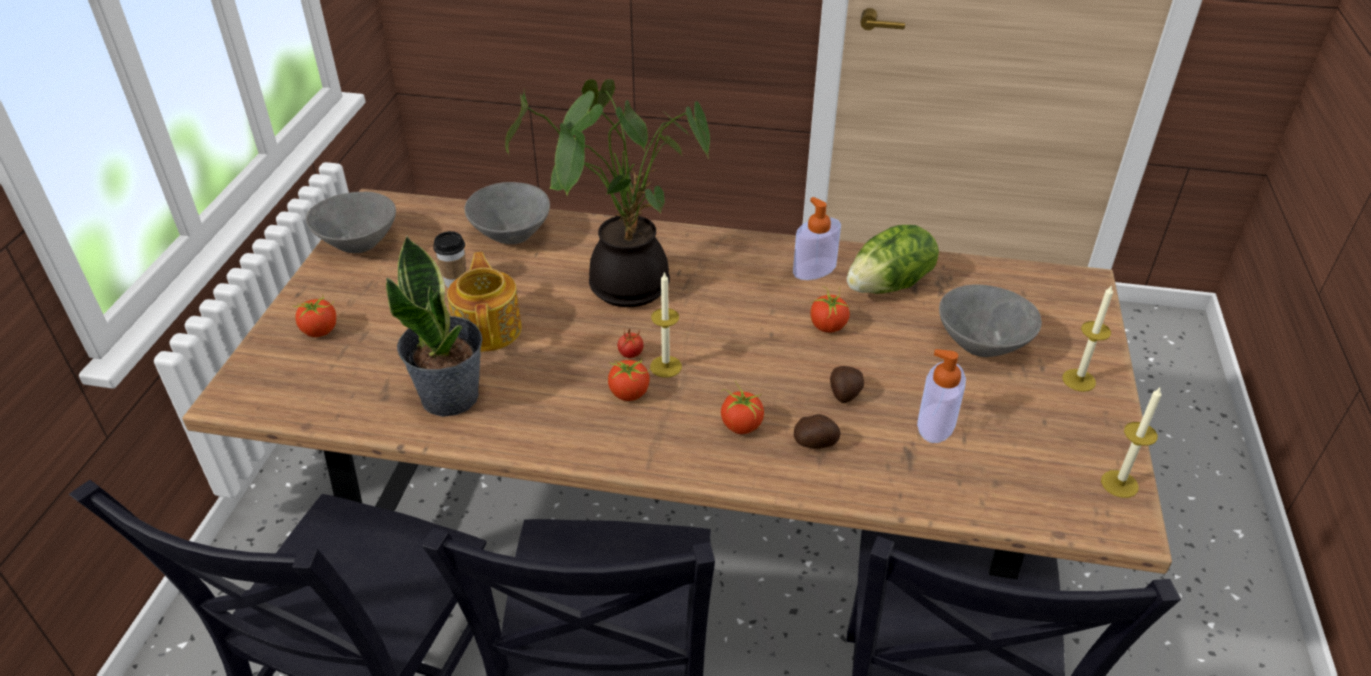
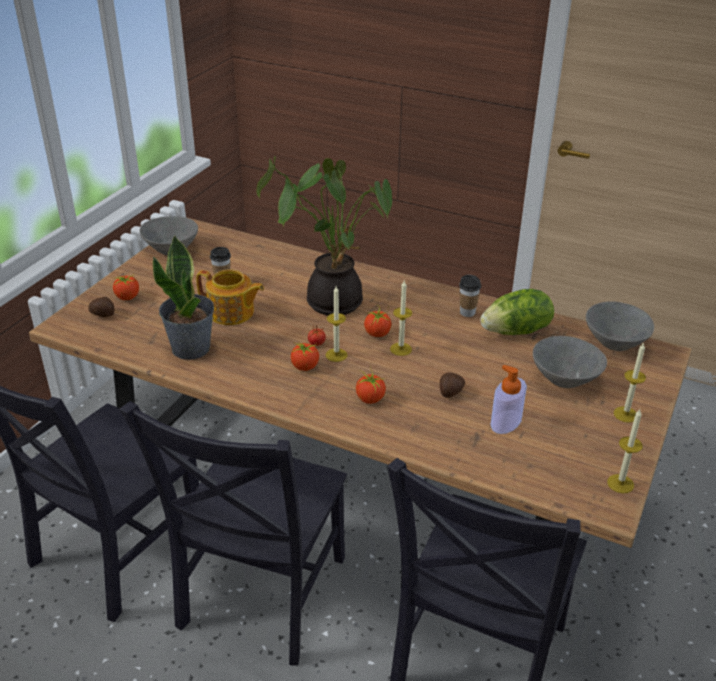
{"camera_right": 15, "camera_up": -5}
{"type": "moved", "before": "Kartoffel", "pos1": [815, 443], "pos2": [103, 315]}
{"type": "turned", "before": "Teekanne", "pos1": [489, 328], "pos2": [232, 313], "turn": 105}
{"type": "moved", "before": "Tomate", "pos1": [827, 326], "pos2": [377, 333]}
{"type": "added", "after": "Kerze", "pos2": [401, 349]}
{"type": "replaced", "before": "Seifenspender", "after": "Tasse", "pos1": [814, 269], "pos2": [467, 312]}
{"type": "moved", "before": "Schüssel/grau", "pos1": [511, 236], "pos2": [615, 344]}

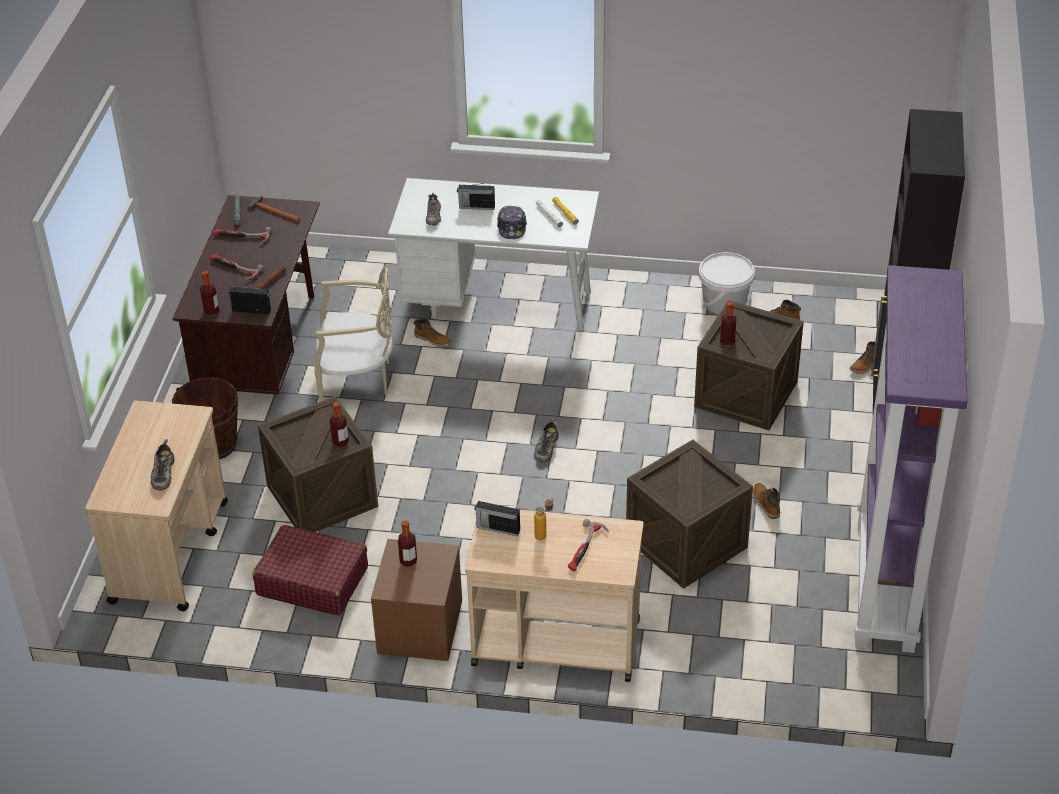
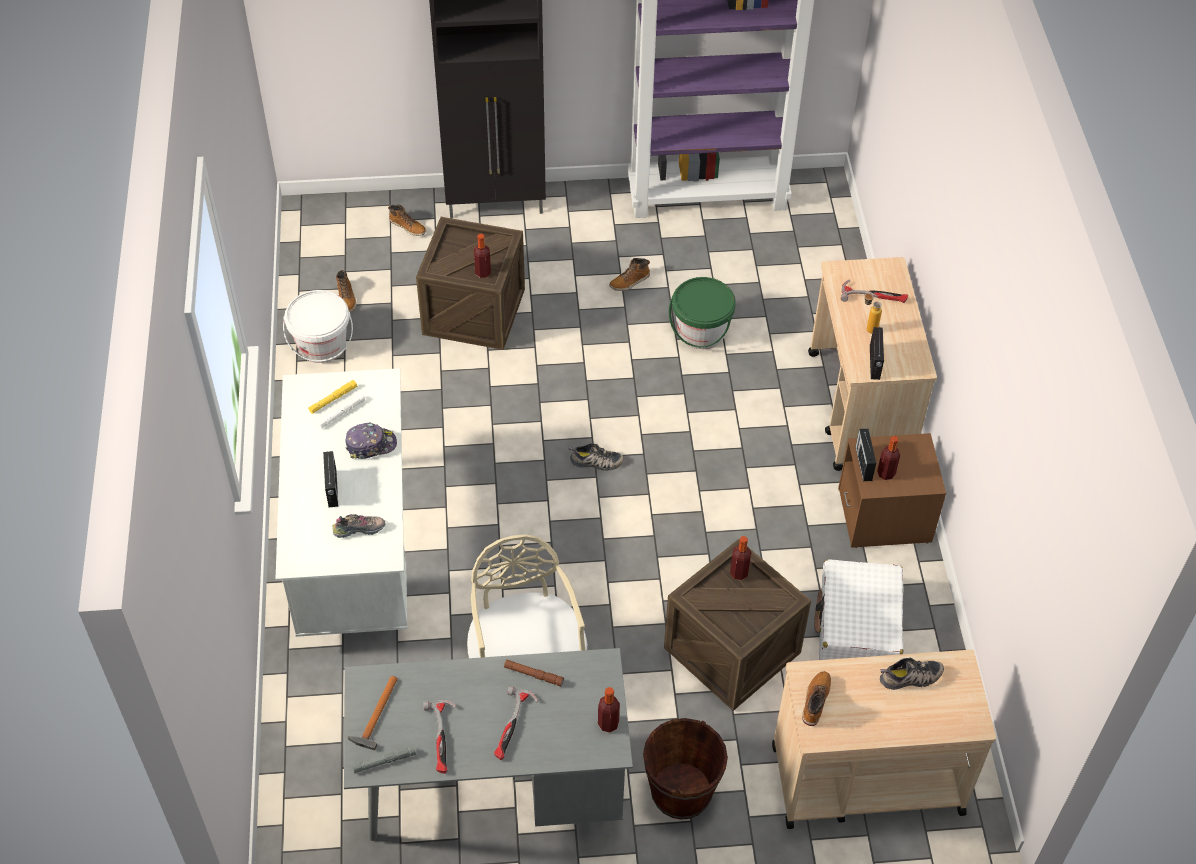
{"camera_right": -105, "camera_up": 10}
{"type": "recoloured", "before": "Schreibtisch/braun", "after": "Schreibtisch/grau", "pos1": [261, 349], "pos2": [491, 792]}
{"type": "replaced", "before": "Kiste", "after": "Eimer/grün", "pos1": [686, 543], "pos2": [701, 332]}
{"type": "moved", "before": "Stiefel", "pos1": [433, 340], "pos2": [815, 700]}
{"type": "recoloured", "before": "Koffer/rot", "after": "Koffer/weiß", "pos1": [312, 581], "pos2": [858, 625]}
{"type": "moved", "before": "Radio", "pos1": [252, 310], "pos2": [863, 463]}

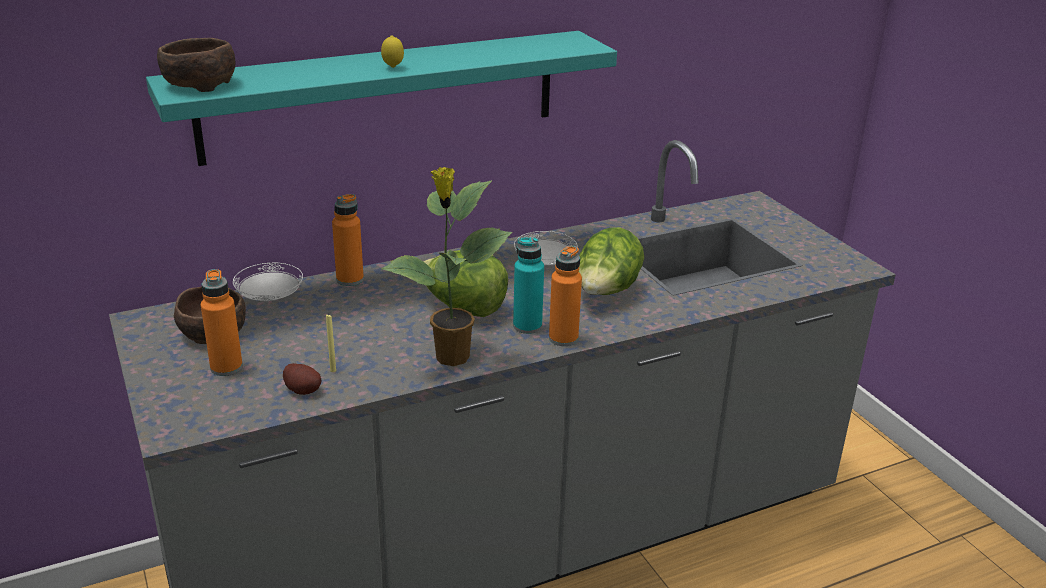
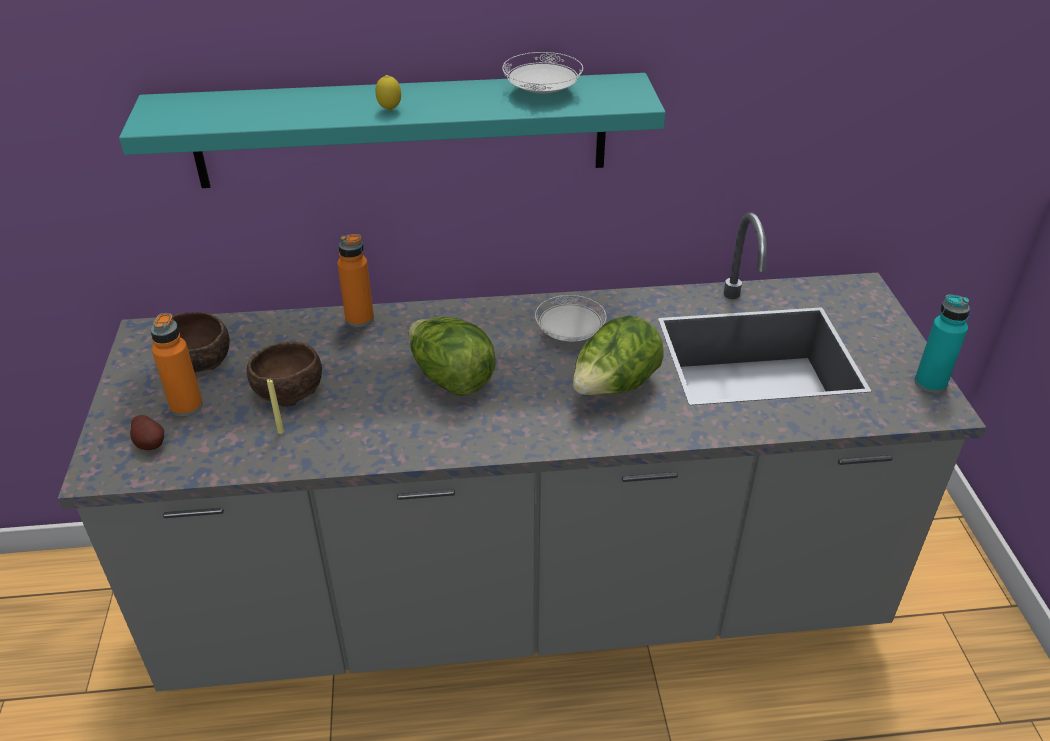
{"camera_right": 20, "camera_up": 10}
{"type": "moved", "before": "Kartoffel", "pos1": [303, 390], "pos2": [150, 443]}
{"type": "moved", "before": "Schüssel/braun", "pos1": [198, 84], "pos2": [287, 389]}
{"type": "moved", "before": "Teller/weiß", "pos1": [270, 298], "pos2": [542, 93]}
{"type": "moved", "before": "Flasche/türkis", "pos1": [527, 326], "pos2": [930, 383]}
{"type": "removed", "before": "Topfpflanze", "pos1": [451, 358]}
{"type": "removed", "before": "Flasche/orange", "pos1": [563, 338]}

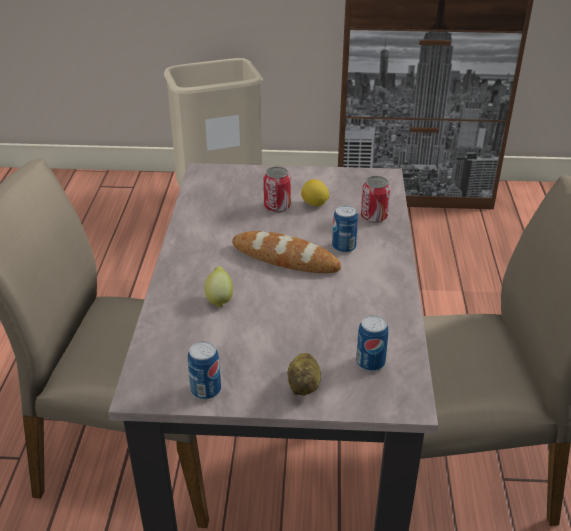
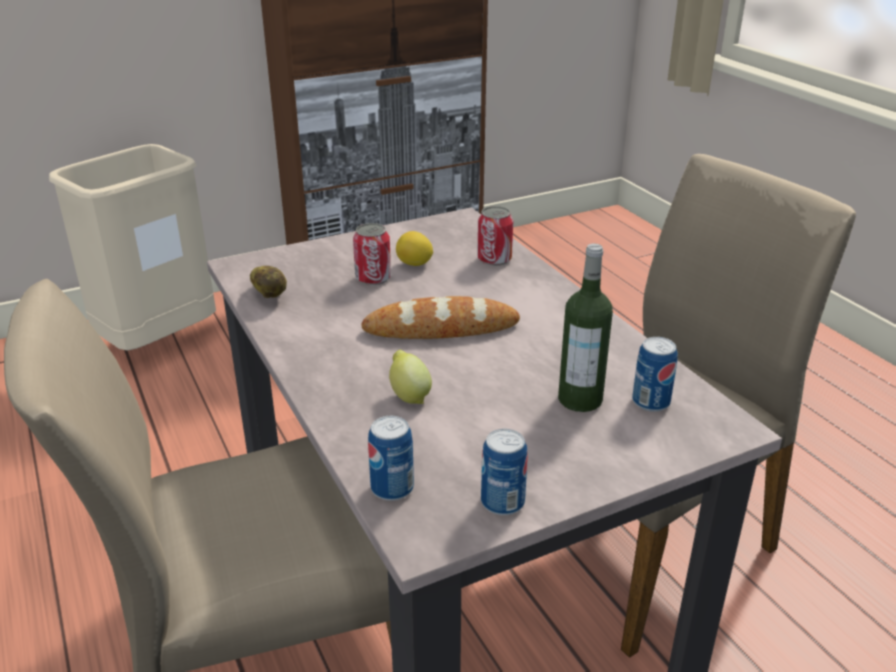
{"camera_right": -30, "camera_up": -5}
{"type": "moved", "before": "Kartoffel", "pos1": [305, 385], "pos2": [269, 295]}
{"type": "moved", "before": "Dose", "pos1": [344, 247], "pos2": [392, 488]}
{"type": "added", "after": "Flasche", "pos2": [580, 399]}

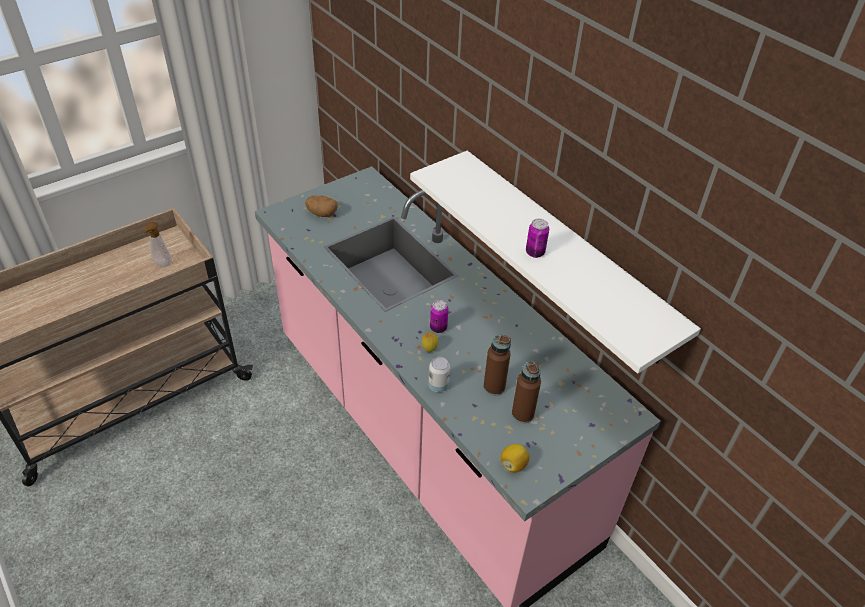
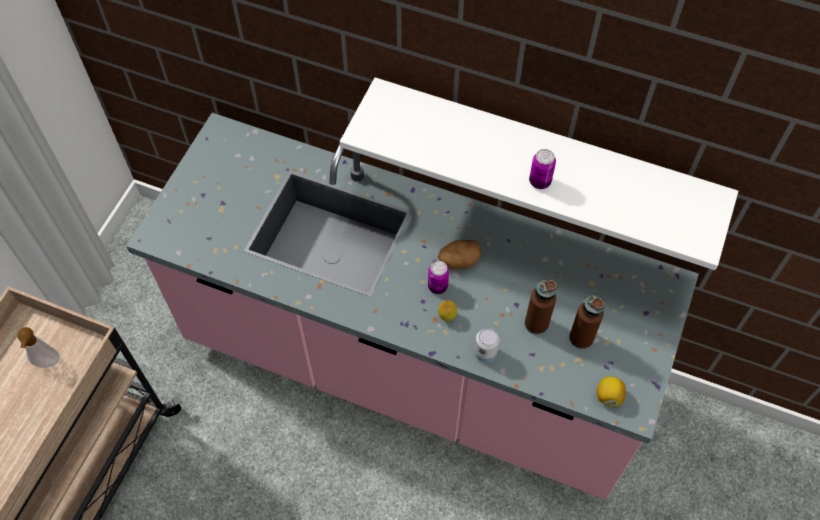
{"camera_right": -30, "camera_up": 15}
{"type": "moved", "before": "Kartoffel", "pos1": [322, 213], "pos2": [458, 261]}

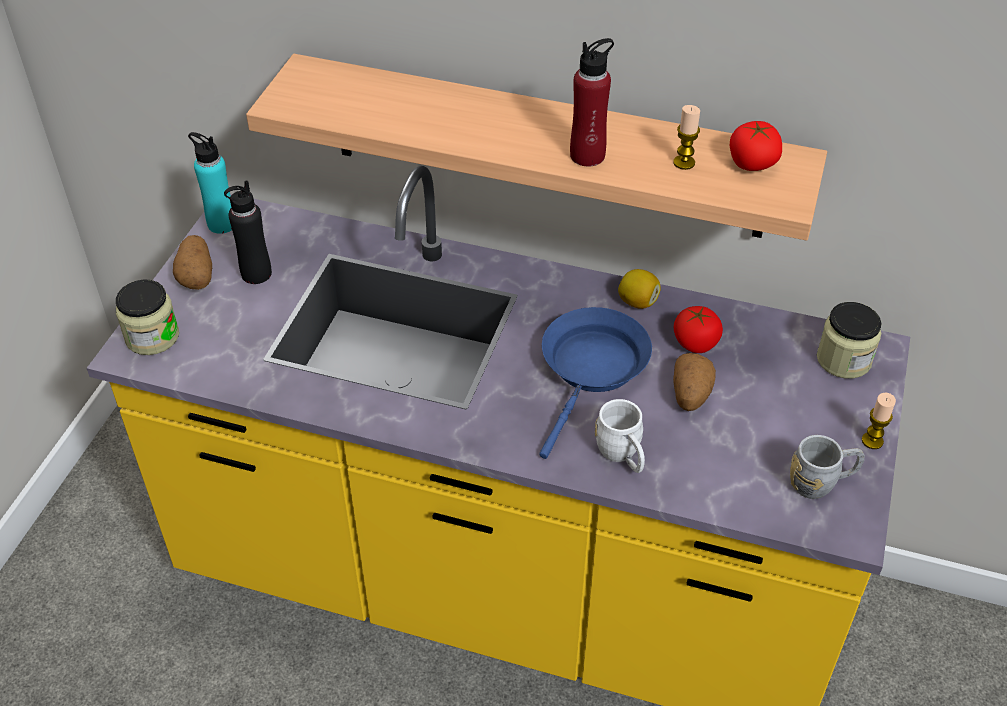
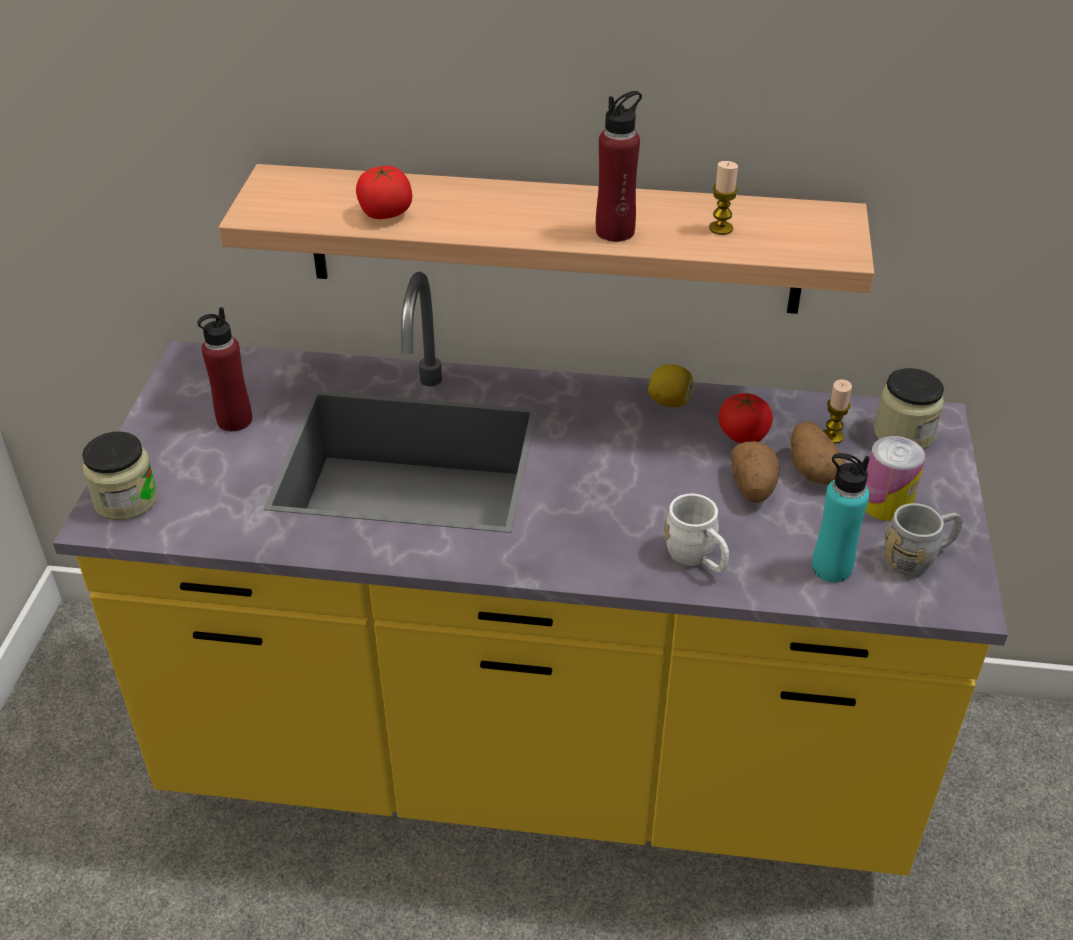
{"camera_right": -10, "camera_up": -5}
{"type": "recoloured", "before": "Flasche/schwarz", "after": "Flasche/rot", "pos1": [256, 274], "pos2": [234, 420]}
{"type": "moved", "before": "Tomate", "pos1": [752, 164], "pos2": [385, 213]}
{"type": "moved", "before": "Kartoffel", "pos1": [197, 275], "pos2": [812, 469]}
{"type": "moved", "before": "Flasche/türkis", "pos1": [222, 224], "pos2": [831, 568]}
{"type": "moved", "before": "Kerze", "pos1": [872, 441], "pos2": [832, 436]}
{"type": "added", "after": "Dose", "pos2": [886, 503]}
{"type": "removed", "before": "Pfanne/blau", "pos1": [592, 370]}

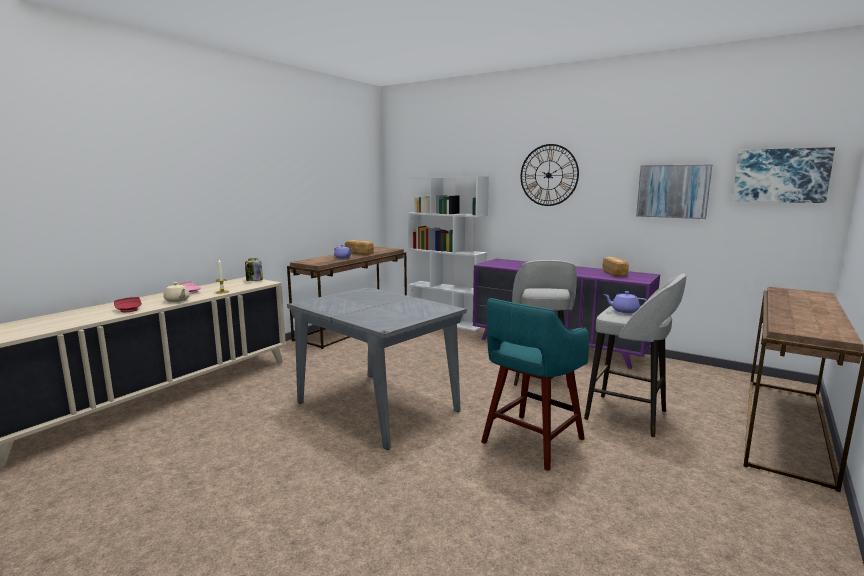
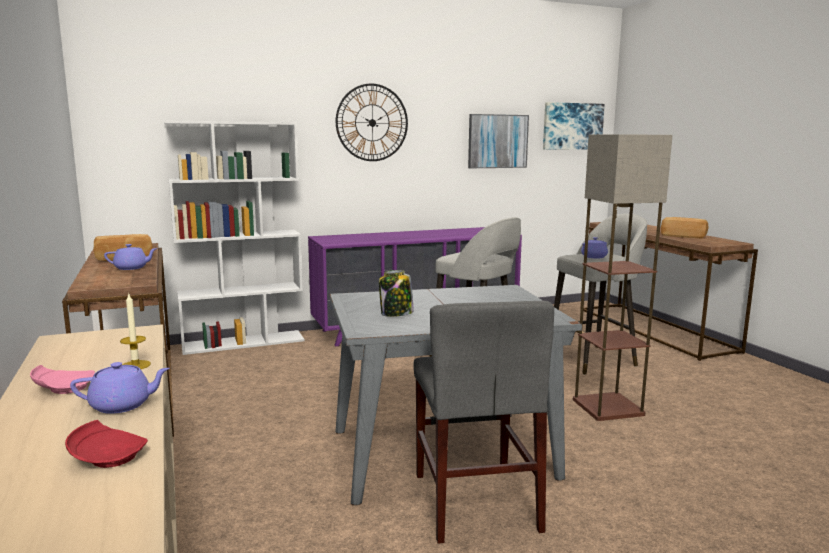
{"camera_right": -55, "camera_up": 0}
{"type": "recoloured", "before": "Teekanne/beige", "after": "Teekanne/lila", "pos1": [177, 300], "pos2": [122, 405]}
{"type": "moved", "before": "Vorratsglas", "pos1": [254, 280], "pos2": [396, 314]}
{"type": "added", "after": "Stuhl/grau", "pos2": [475, 501]}
{"type": "replaced", "before": "Hocker/türkis", "after": "Stehlampe", "pos1": [530, 442], "pos2": [607, 408]}
{"type": "moved", "before": "Brot", "pos1": [615, 274], "pos2": [683, 236]}

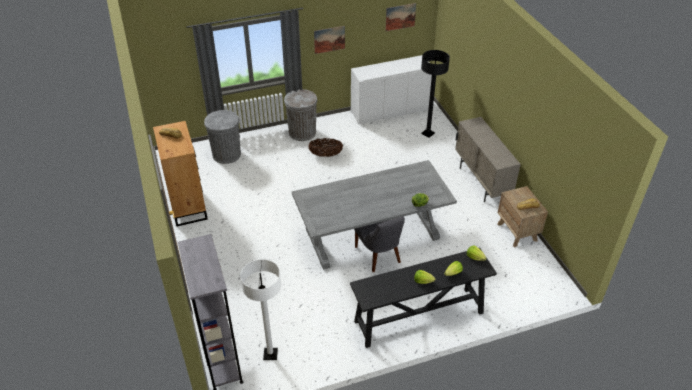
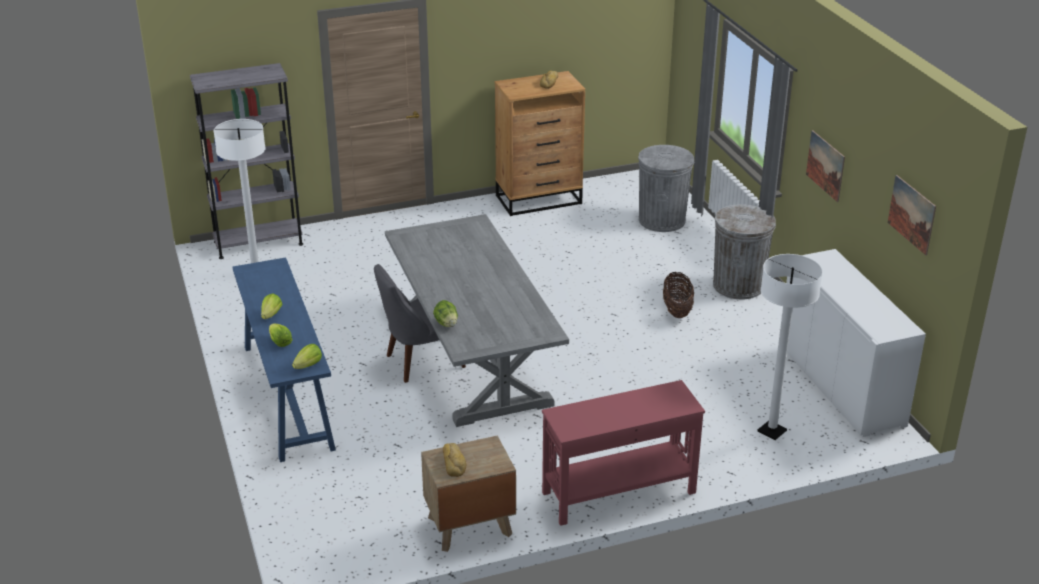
{"camera_right": 90, "camera_up": -10}
{"type": "recoloured", "before": "Konsolentisch/schwarz", "after": "Konsolentisch/blau", "pos1": [418, 317], "pos2": [287, 395]}
{"type": "replaced", "before": "Schrank/beige", "after": "Konsolentisch/rot", "pos1": [481, 182], "pos2": [618, 492]}
{"type": "recoloured", "before": "Stehlampe/schwarz", "after": "Stehlampe/weiß", "pos1": [428, 133], "pos2": [772, 431]}

